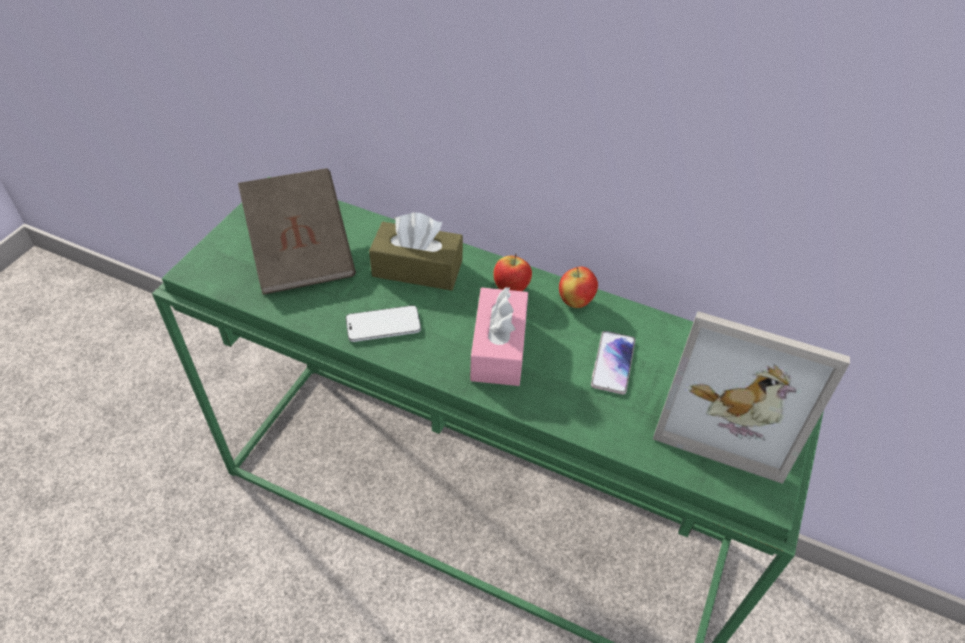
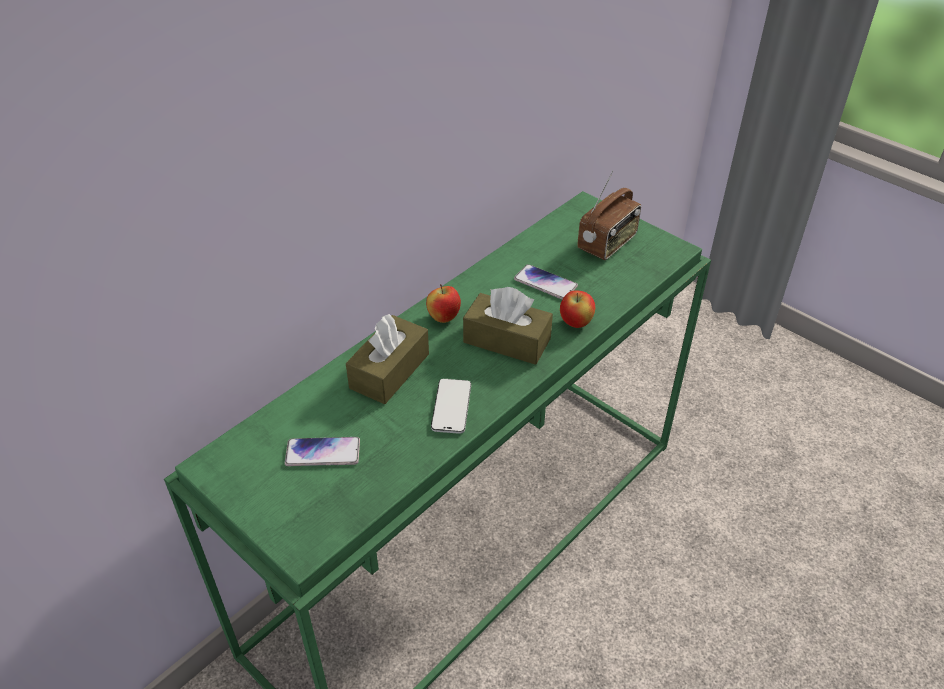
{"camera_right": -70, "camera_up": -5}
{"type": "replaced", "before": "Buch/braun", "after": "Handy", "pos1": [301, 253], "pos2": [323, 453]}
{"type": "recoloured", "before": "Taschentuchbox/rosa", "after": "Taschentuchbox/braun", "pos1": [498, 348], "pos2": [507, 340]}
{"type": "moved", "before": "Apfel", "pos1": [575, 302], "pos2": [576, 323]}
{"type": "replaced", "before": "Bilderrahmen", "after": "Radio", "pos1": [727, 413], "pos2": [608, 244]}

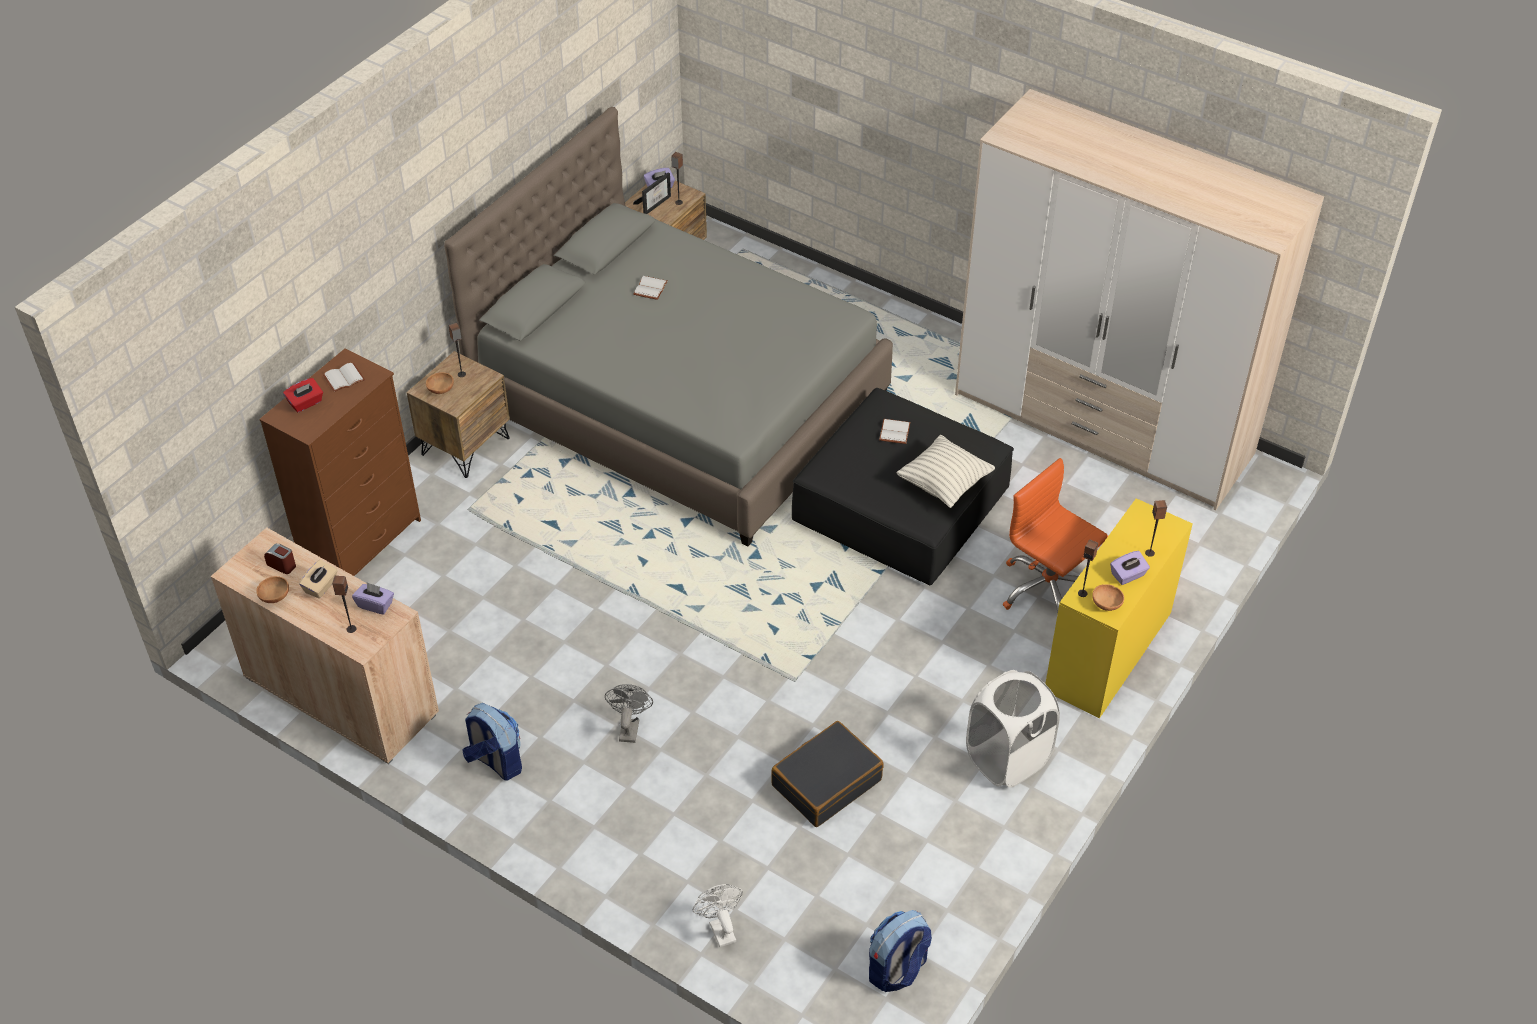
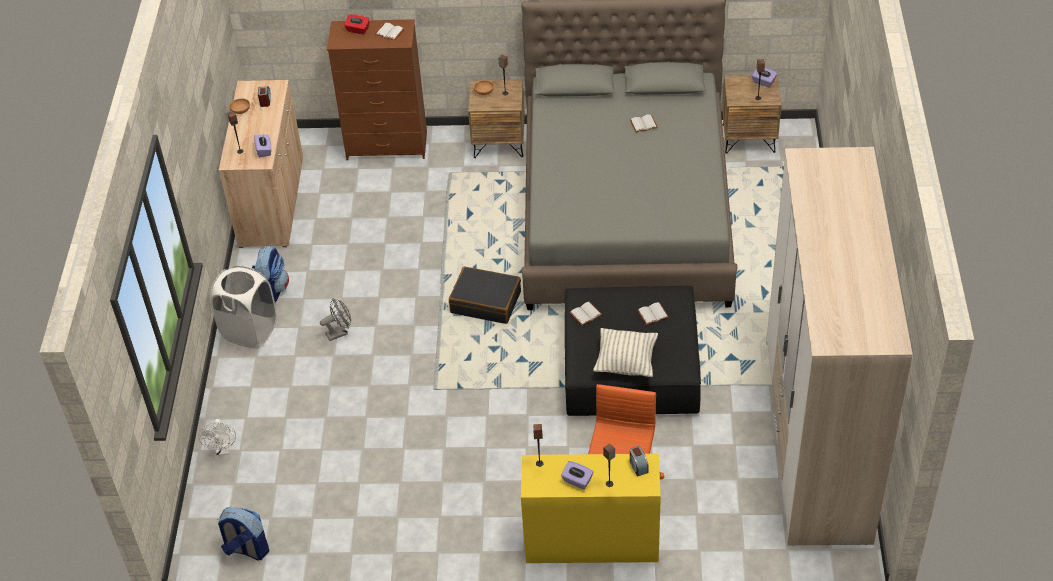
{"camera_right": 60, "camera_up": 0}
{"type": "turned", "before": "Ventilator/weiß", "pos1": [720, 928], "pos2": [222, 450], "turn": 135}
{"type": "moved", "before": "Wäschekorb/weiß", "pos1": [1007, 759], "pos2": [250, 330]}
{"type": "moved", "before": "Koffer/schwarz", "pos1": [826, 782], "pos2": [486, 302]}
{"type": "added", "after": "Buch/weiß", "pos2": [585, 315]}
{"type": "added", "after": "Wecker", "pos2": [638, 466]}
{"type": "removed", "before": "Taschentuchbox/beige", "pos1": [321, 587]}
{"type": "removed", "before": "Bilderrahmen", "pos1": [654, 203]}
{"type": "removed", "before": "Schüssel/braun", "pos1": [1107, 604]}

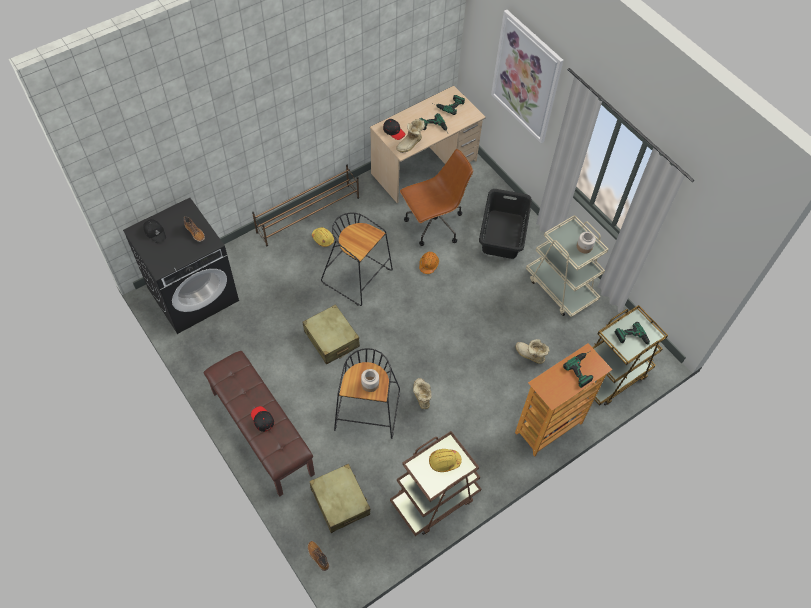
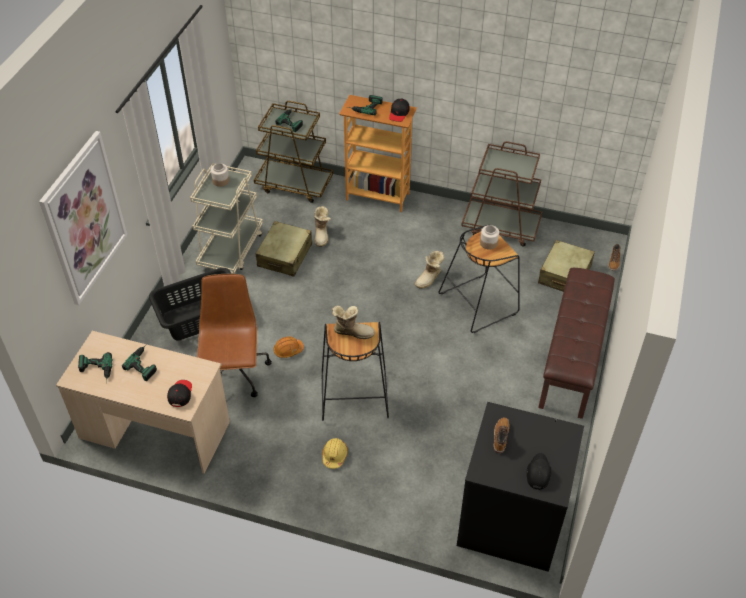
{"camera_right": -125, "camera_up": -10}
{"type": "turned", "before": "Bürostuhl/braun", "pos1": [433, 225], "pos2": [234, 375], "turn": 60}
{"type": "moved", "before": "Koffer/beige", "pos1": [331, 339], "pos2": [285, 255]}
{"type": "moved", "before": "Stiefel", "pos1": [410, 144], "pos2": [353, 331]}
{"type": "moved", "before": "Kappe/schwarz", "pos1": [262, 419], "pos2": [399, 113]}
{"type": "removed", "before": "Schuhregal/braun", "pos1": [309, 215]}
{"type": "removed", "before": "Schutzhelm/gelb", "pos1": [444, 461]}

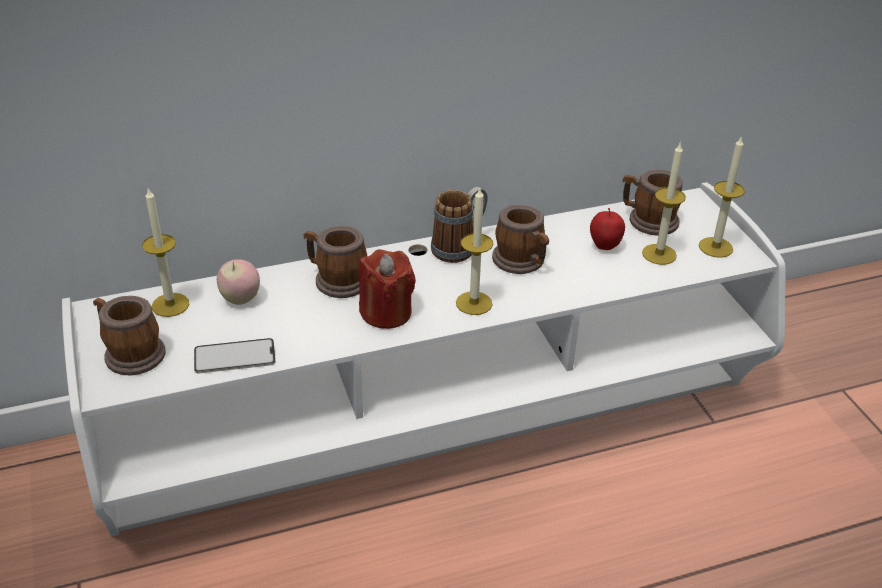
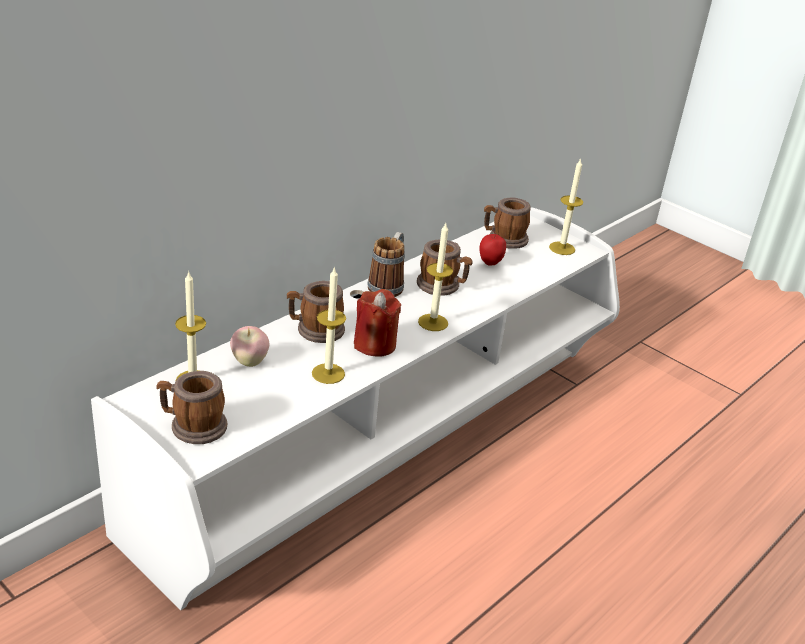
{"camera_right": -30, "camera_up": -5}
{"type": "moved", "before": "Kerze", "pos1": [659, 254], "pos2": [328, 373]}
{"type": "removed", "before": "Handy", "pos1": [234, 356]}

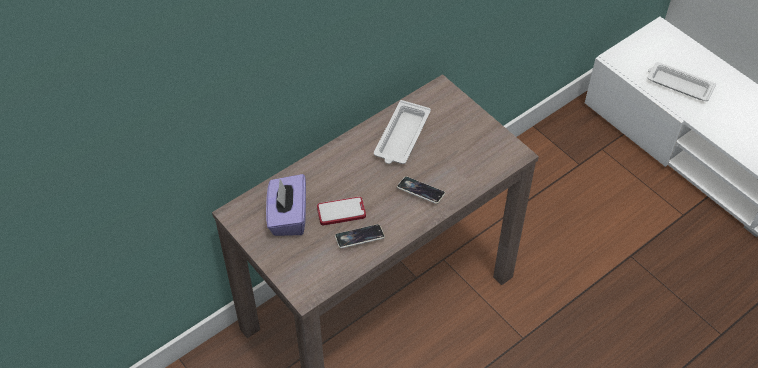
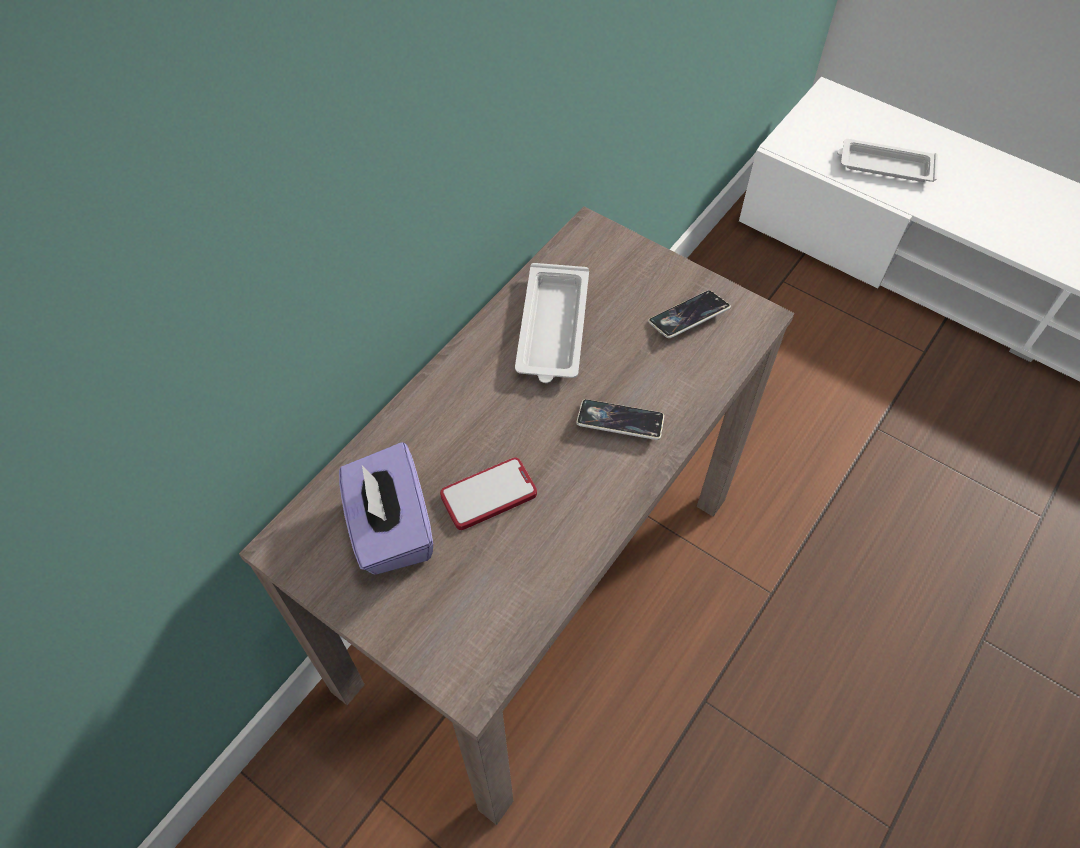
{"camera_right": -15, "camera_up": 5}
{"type": "moved", "before": "Handy", "pos1": [359, 238], "pos2": [688, 317]}

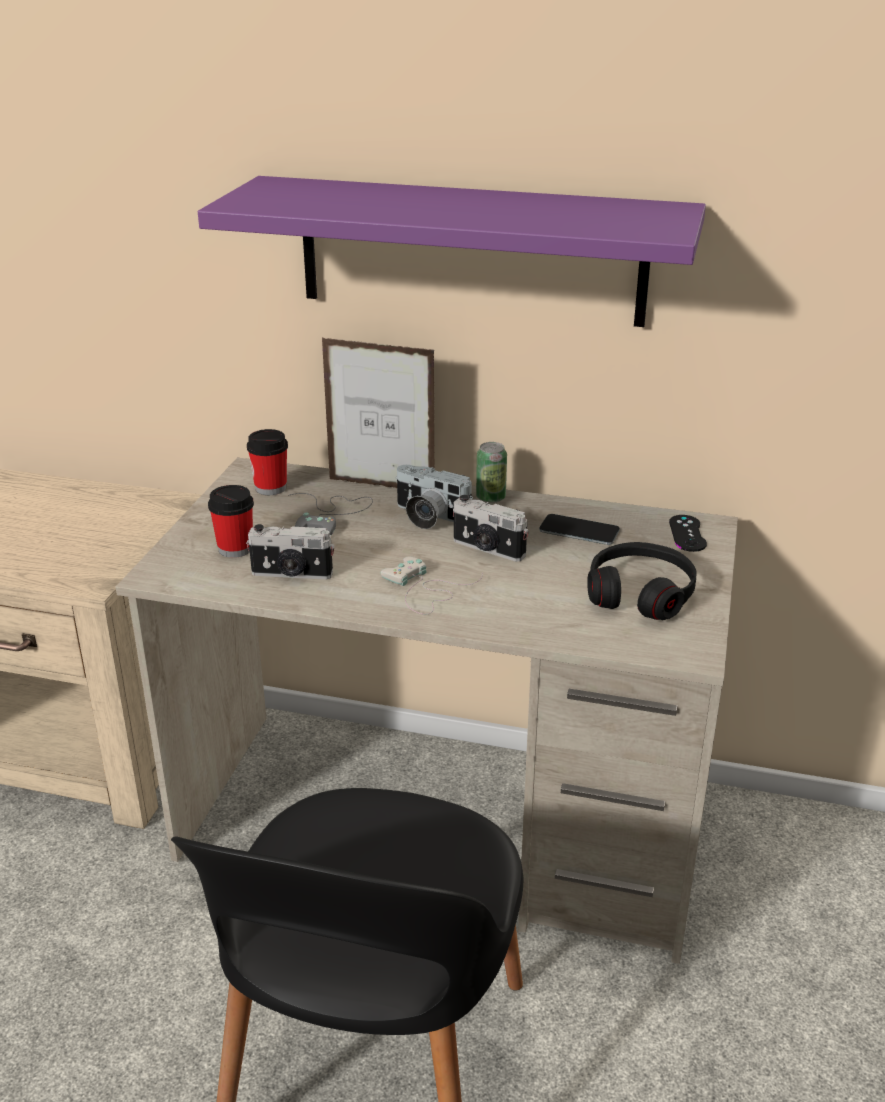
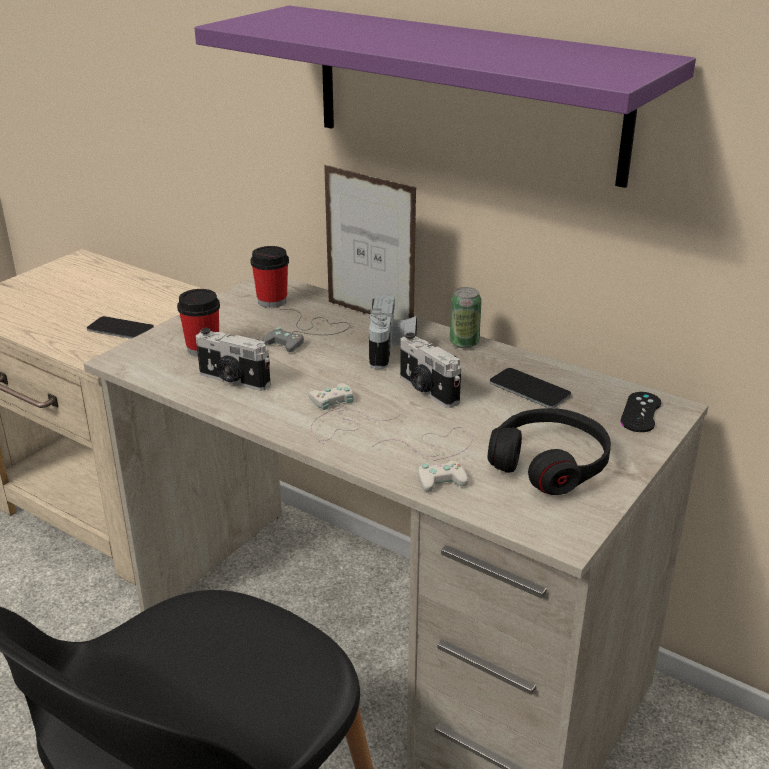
{"camera_right": 20, "camera_up": 0}
{"type": "added", "after": "Handy", "pos2": [120, 329]}
{"type": "turned", "before": "Kamera", "pos1": [428, 517], "pos2": [392, 350], "turn": -135}
{"type": "added", "after": "Gamepad/weiß", "pos2": [437, 458]}

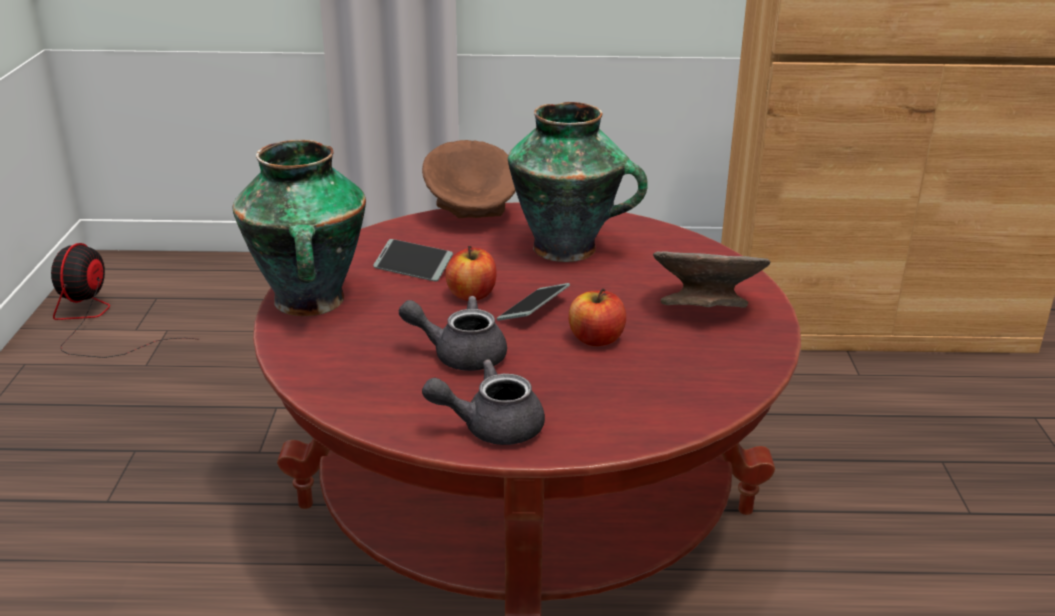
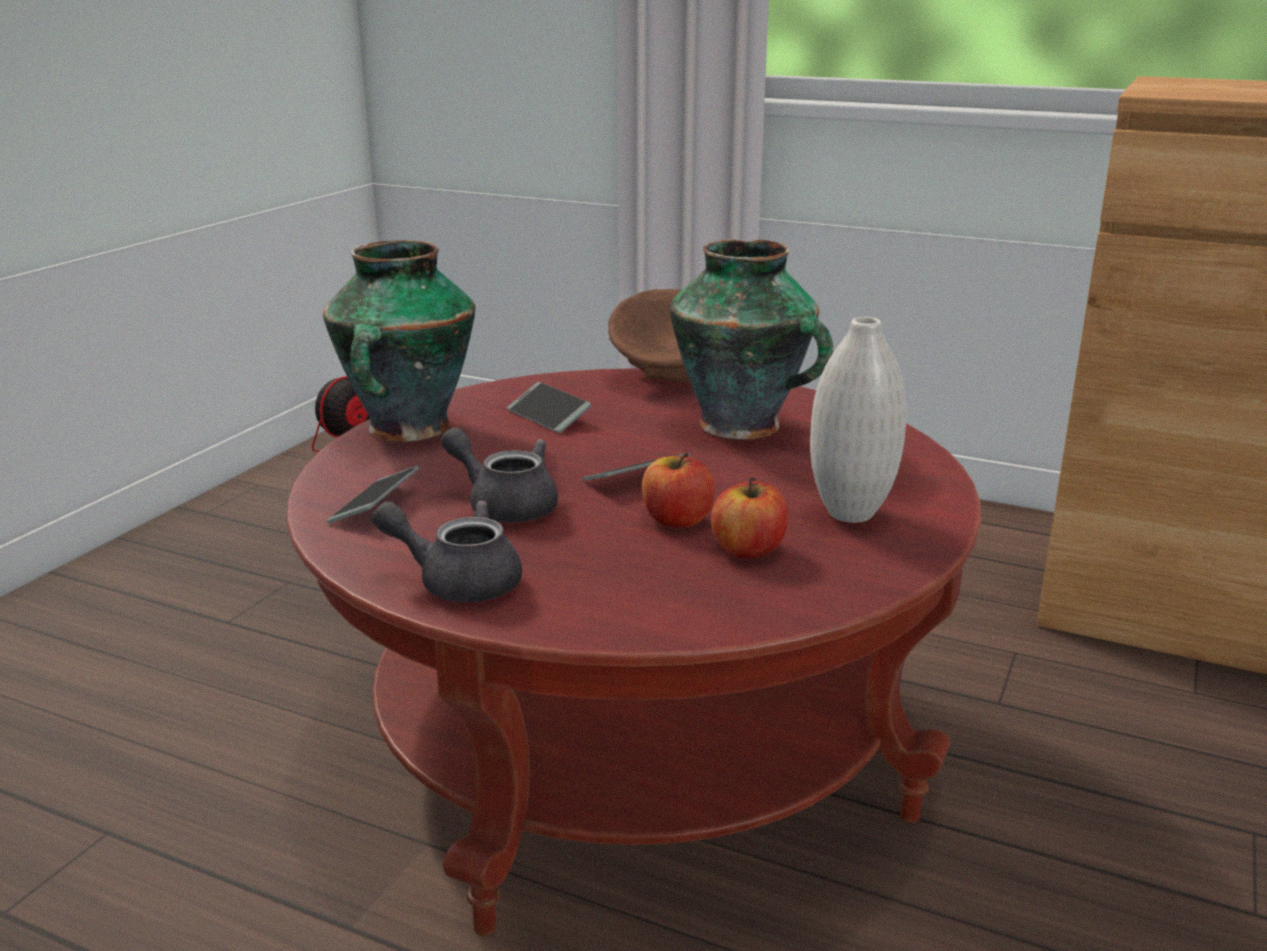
{"camera_right": 25, "camera_up": -5}
{"type": "added", "after": "Handy", "pos2": [375, 505]}
{"type": "moved", "before": "Apfel", "pos1": [471, 294], "pos2": [748, 550]}
{"type": "replaced", "before": "Schüssel/grau", "after": "Vase/weiß", "pos1": [705, 308], "pos2": [850, 513]}

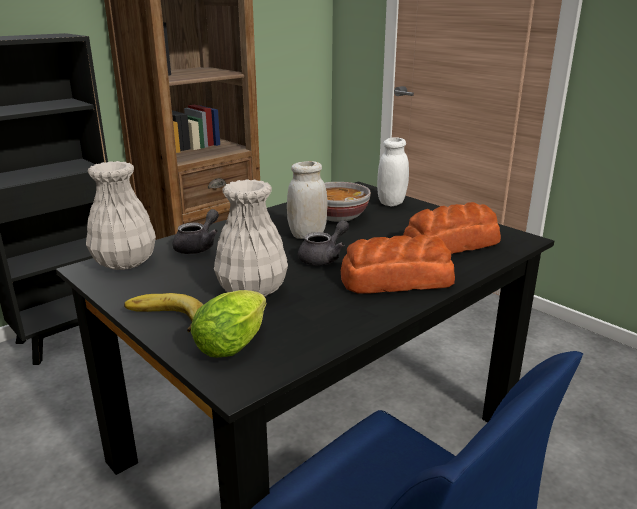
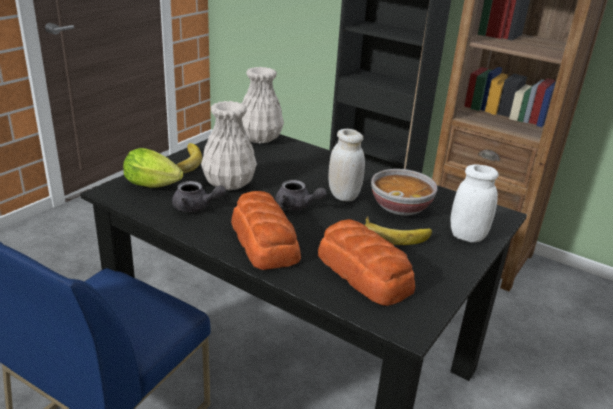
{"camera_right": 75, "camera_up": 5}
{"type": "moved", "before": "Teekanne/grau", "pos1": [198, 247], "pos2": [196, 207]}
{"type": "added", "after": "Banane", "pos2": [395, 233]}

